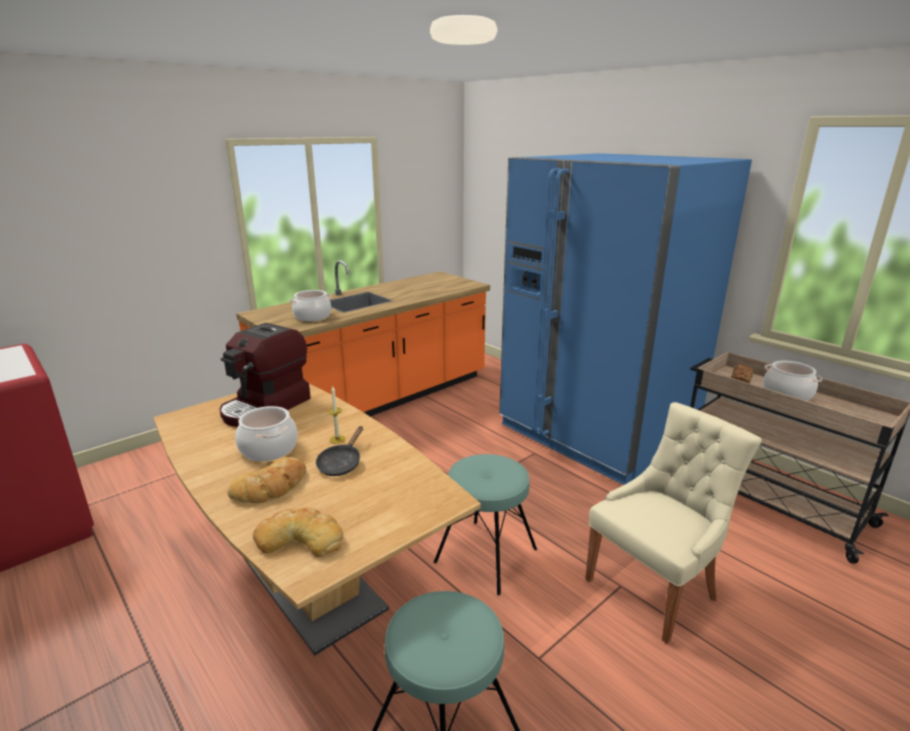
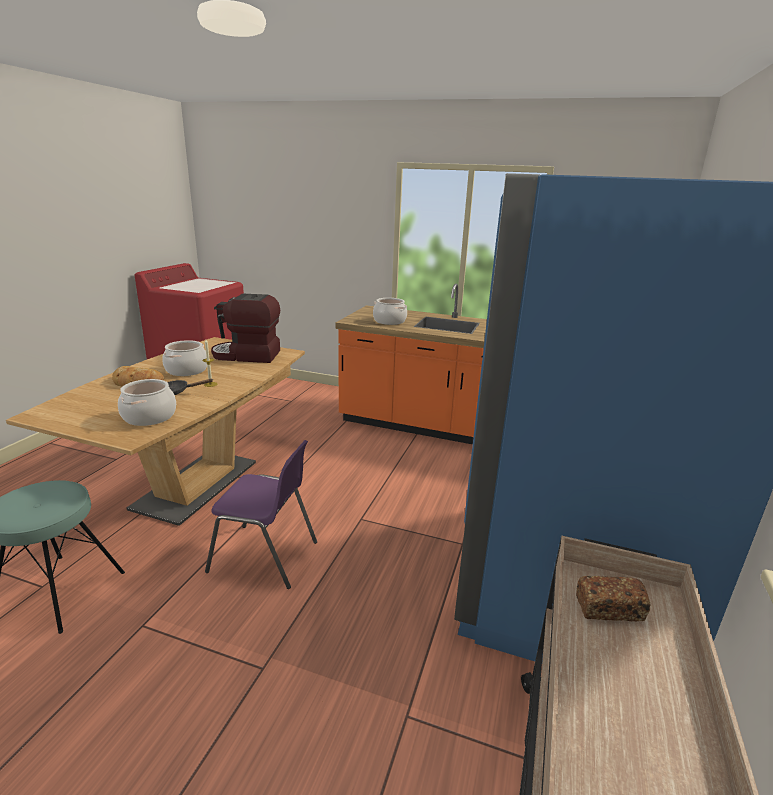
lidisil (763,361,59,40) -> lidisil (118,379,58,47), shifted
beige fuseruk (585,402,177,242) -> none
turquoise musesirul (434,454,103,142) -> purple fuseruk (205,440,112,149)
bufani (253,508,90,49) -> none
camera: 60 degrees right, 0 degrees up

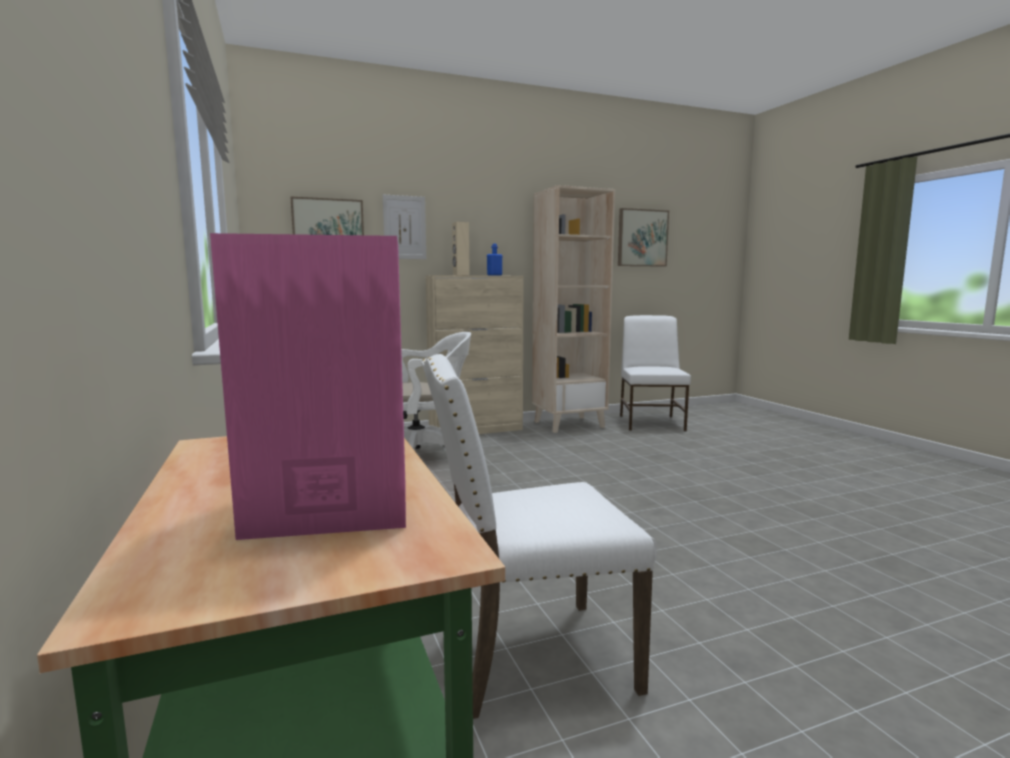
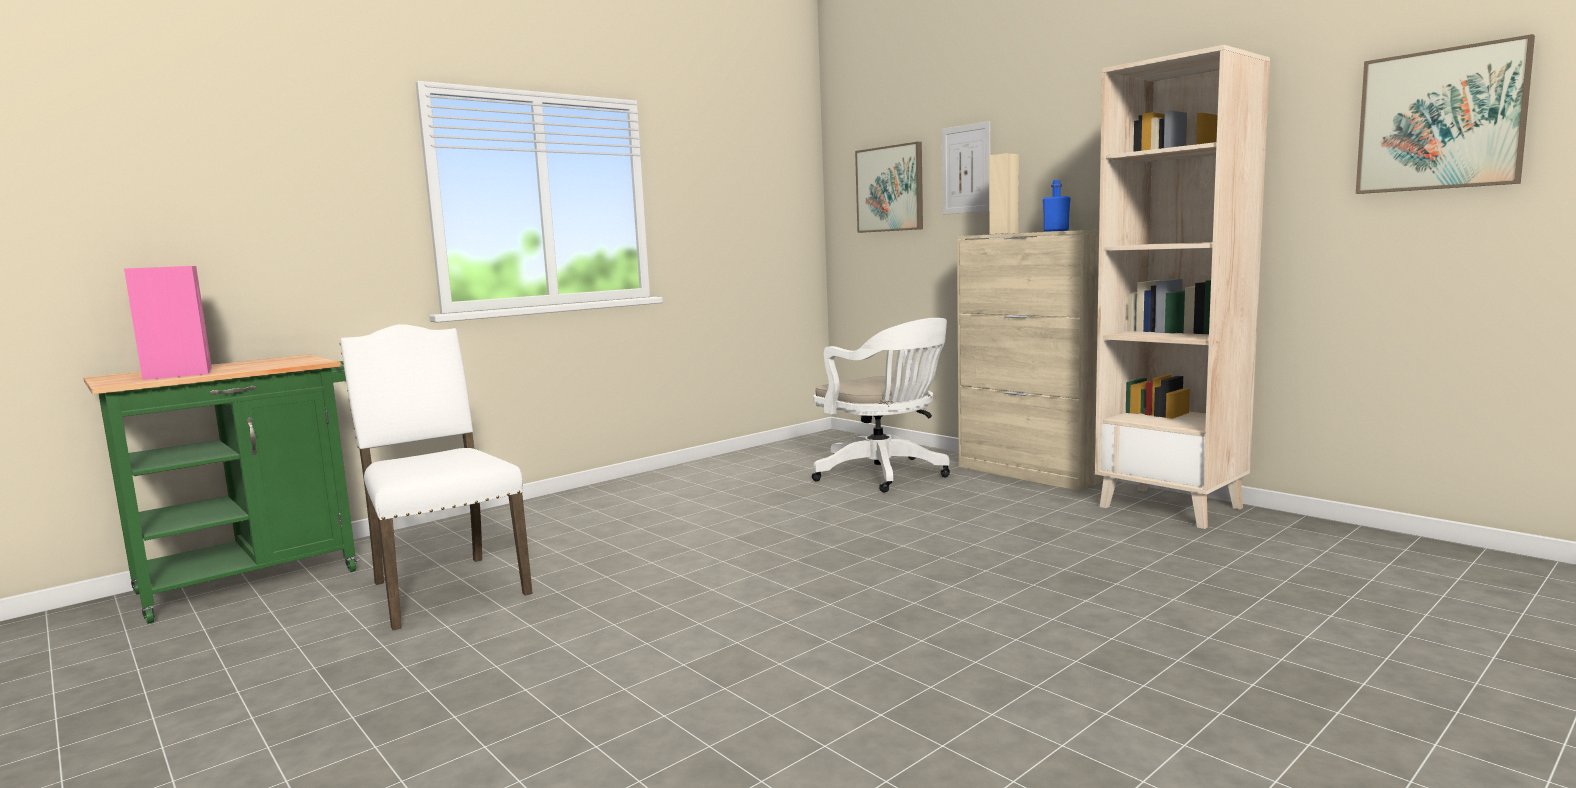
white fuseruk (620,315,71,116) -> none
camera: 70 degrees right, 0 degrees up

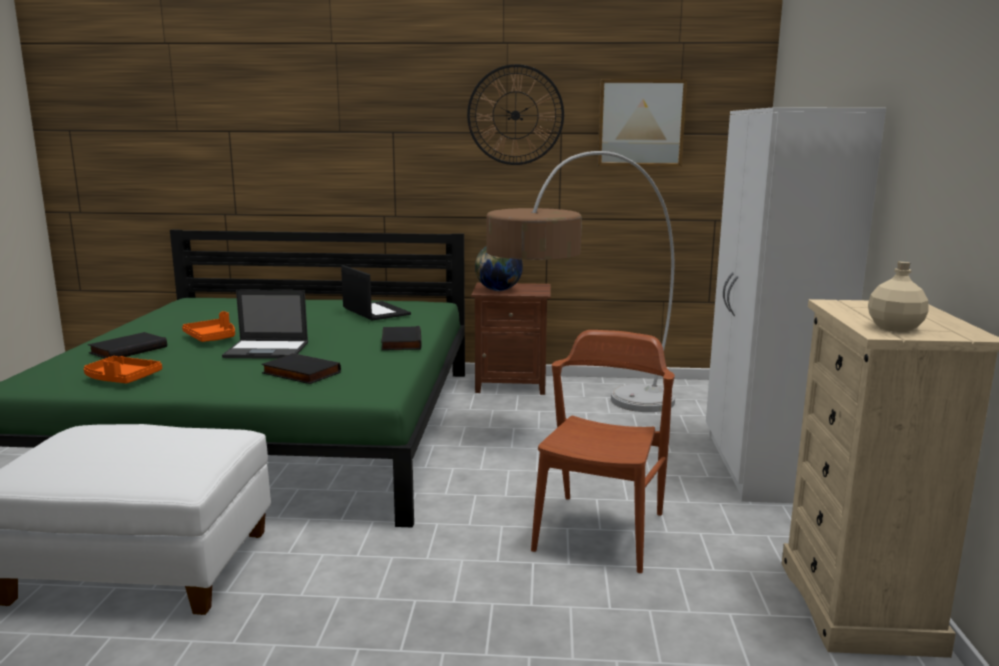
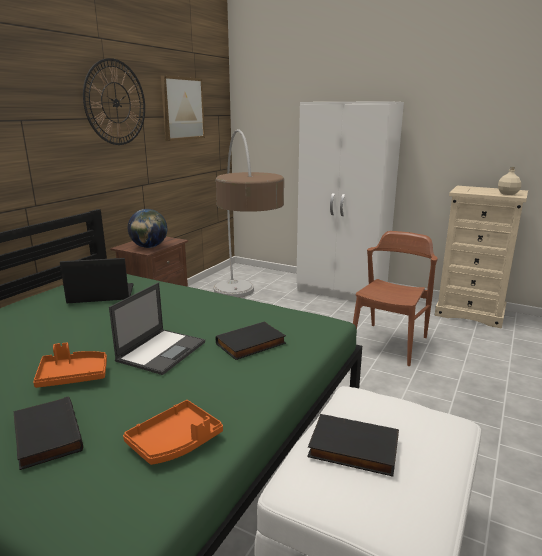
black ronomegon (381,326,41,24) -> black ronomegon (307,414,92,63), shifted
brown fuseruk (531,330,144,243) -> brown fuseruk (353,231,85,135), 75 degrees clockwise
camera: 65 degrees left, 5 degrees up

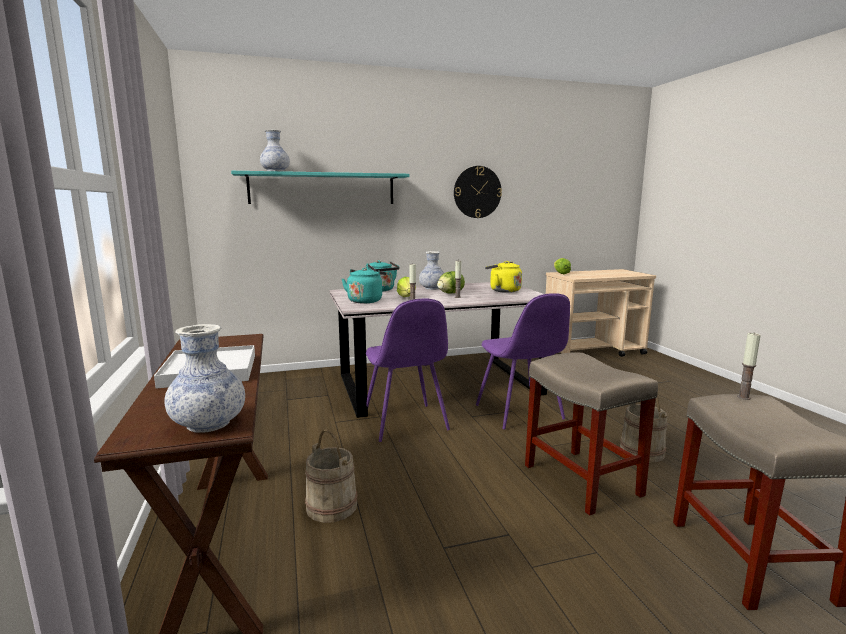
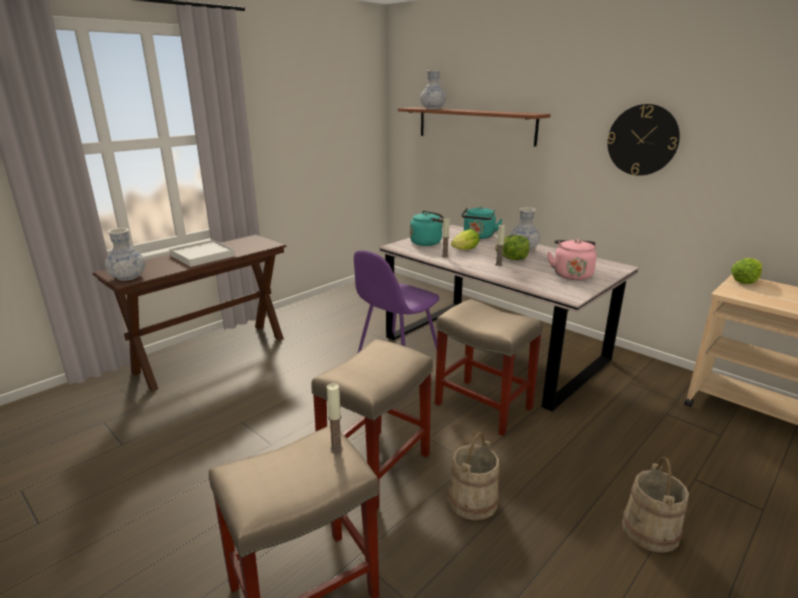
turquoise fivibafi (231,171,178,33) -> brown fivibafi (398,107,153,40)
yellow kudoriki (485,261,37,32) -> pink kudoriki (547,239,50,41)
purple fuseruk (476,293,94,136) -> beige musesirul (435,299,108,137)
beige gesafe (305,429,52,94) -> beige gesafe (622,457,67,96), shifted
camera: 60 degrees right, 10 degrees up

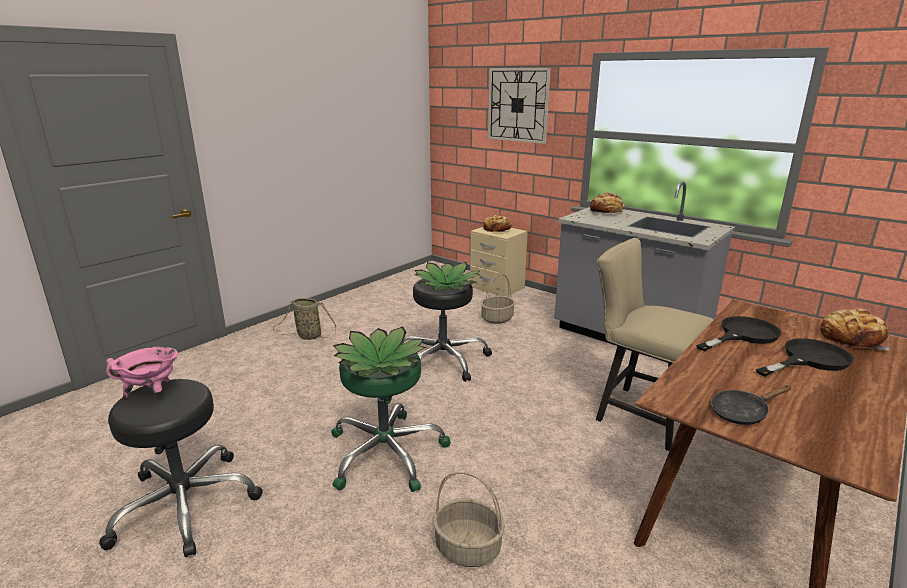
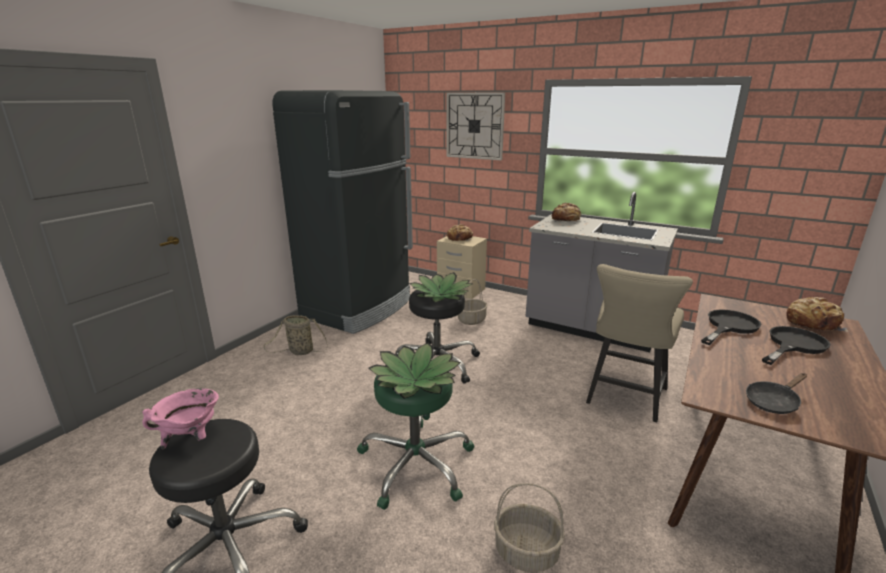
beige fuseruk (596,238,118,213) -> beige fuseruk (586,264,107,158), 90 degrees counterclockwise
none -> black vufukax (273,90,140,244)
camera: 10 degrees left, 0 degrees up

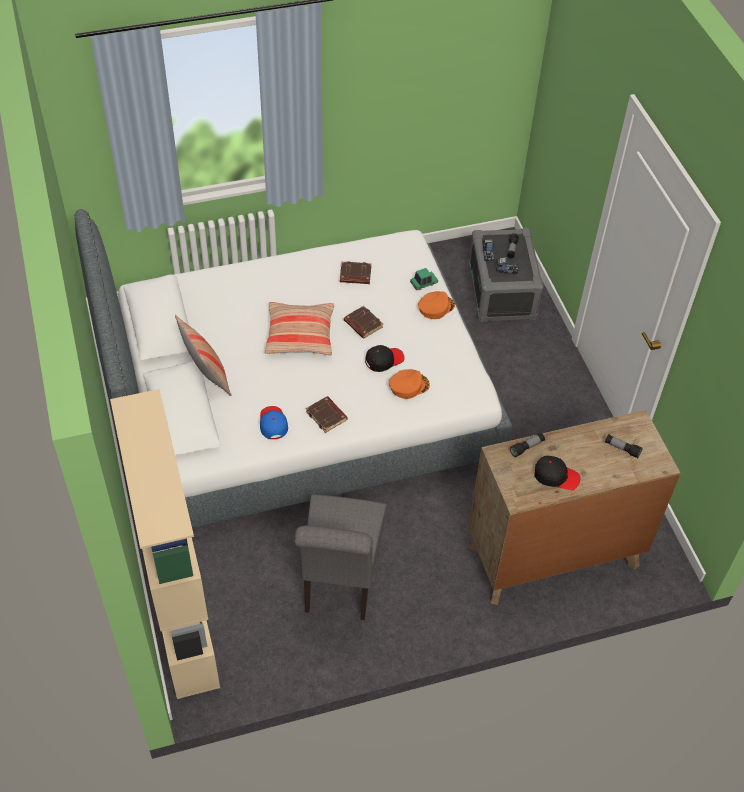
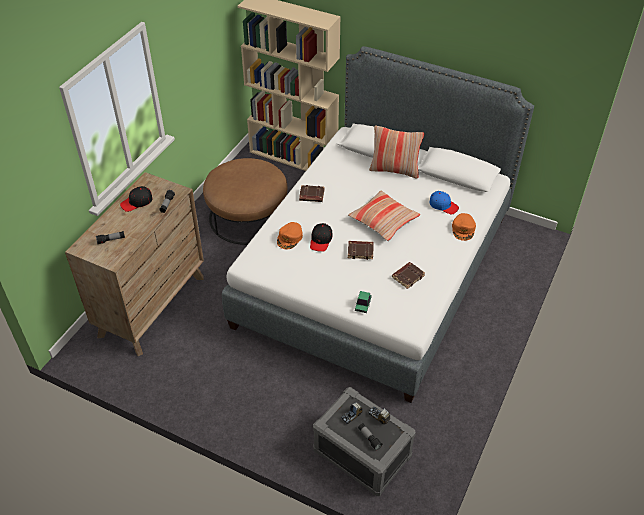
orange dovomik (418,291,37,28) -> orange dovomik (452,213,24,28), shifted
blue dovomik (260,406,28,33) -> blue dovomik (429,191,30,23), shifted
grey fuseruk (294,494,93,126) -> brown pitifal (203,158,84,87)
camera: 135 degrees right, 5 degrees down

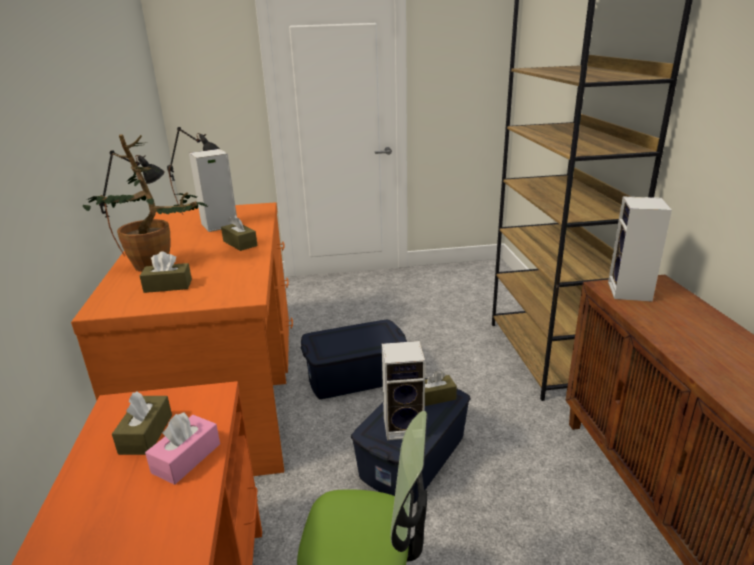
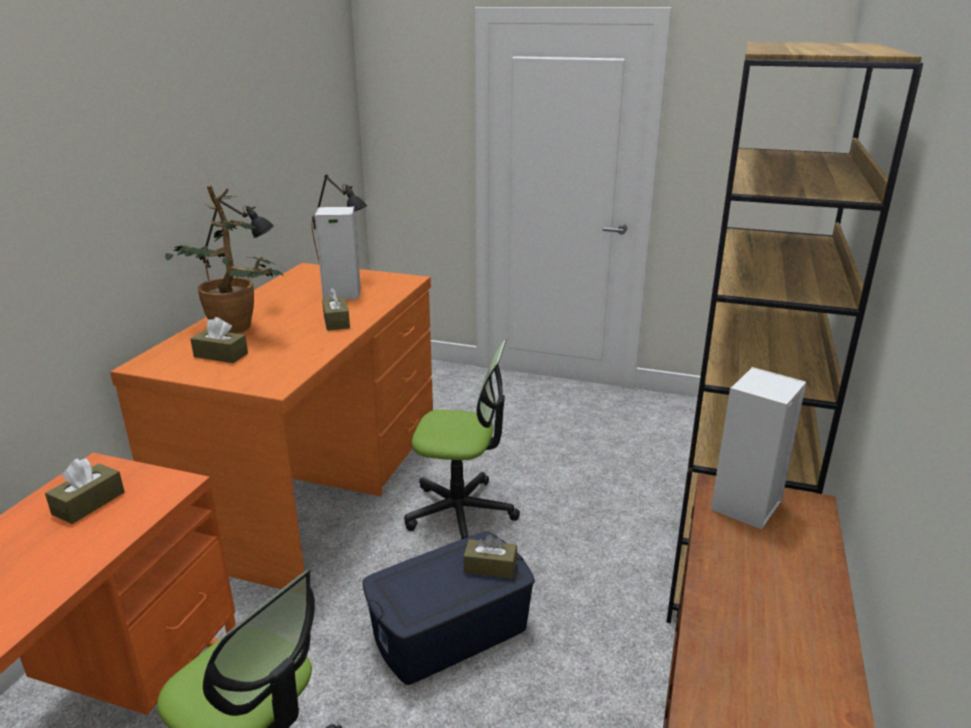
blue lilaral (301,320,106,79) -> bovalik (404,339,116,201)
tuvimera (382,341,43,99) -> none
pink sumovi (145,413,75,72) -> none
camera: 25 degrees right, 0 degrees up

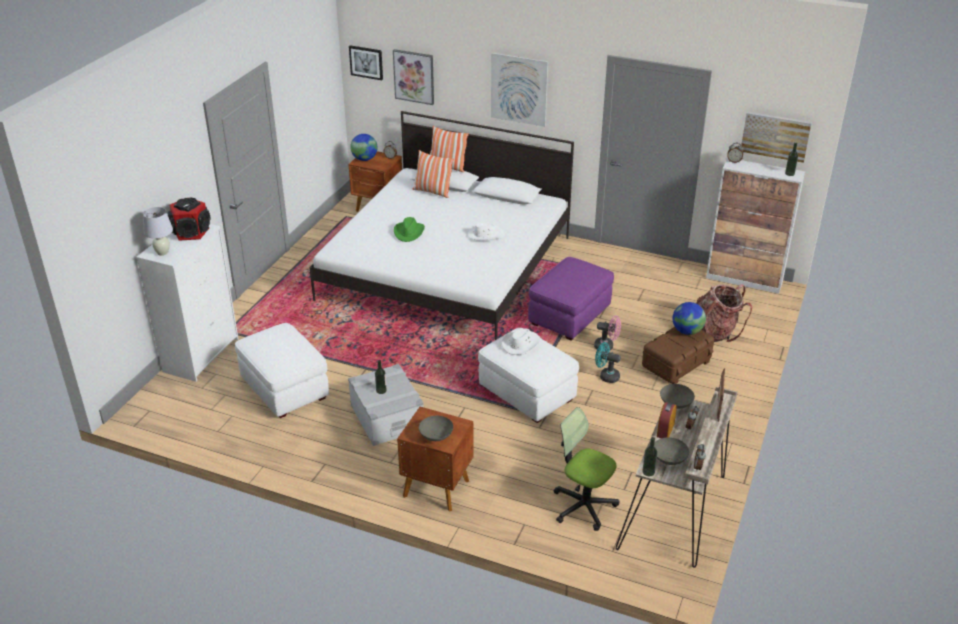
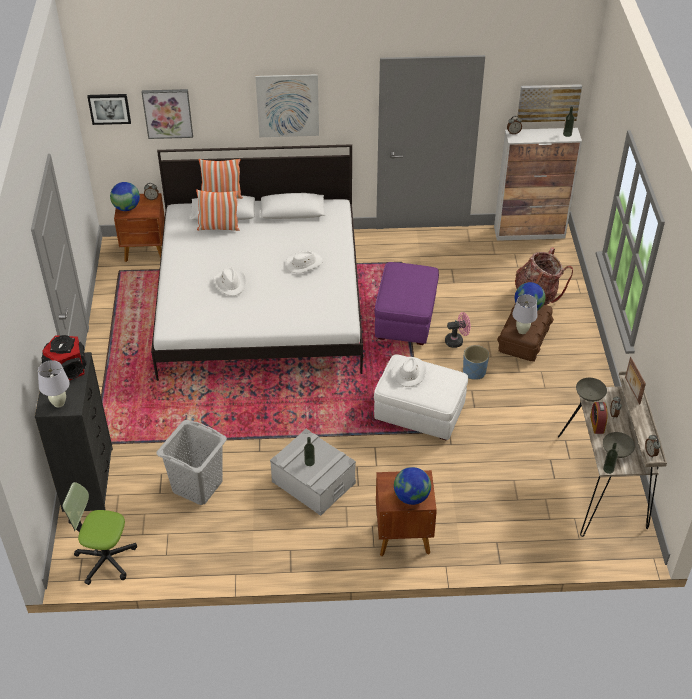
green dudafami (394,217,31,25) -> white dudafami (214,267,32,29)
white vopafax (136,224,103,158) -> black vopafax (35,352,78,160)
white pitifal (235,323,94,95) -> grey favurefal (156,420,71,85)
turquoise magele (595,342,26,41) -> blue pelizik (463,345,26,35)
bovalik (554,407,66,124) -> bovalik (62,482,75,103), shifted
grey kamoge (419,416,34,25) -> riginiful (394,467,37,38)
none -> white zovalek (512,294,26,40)
camera: 25 degrees left, 10 degrees up

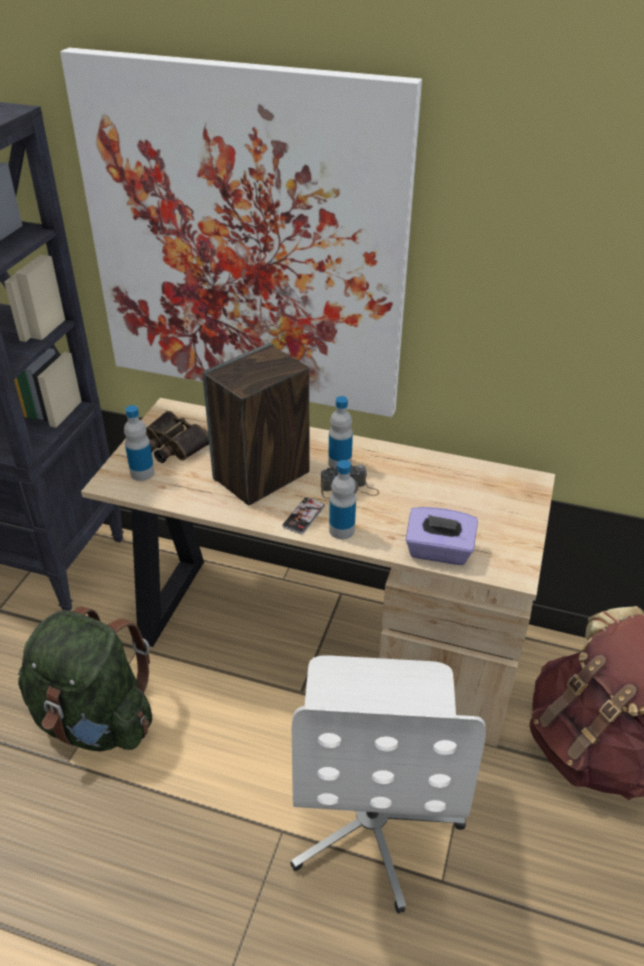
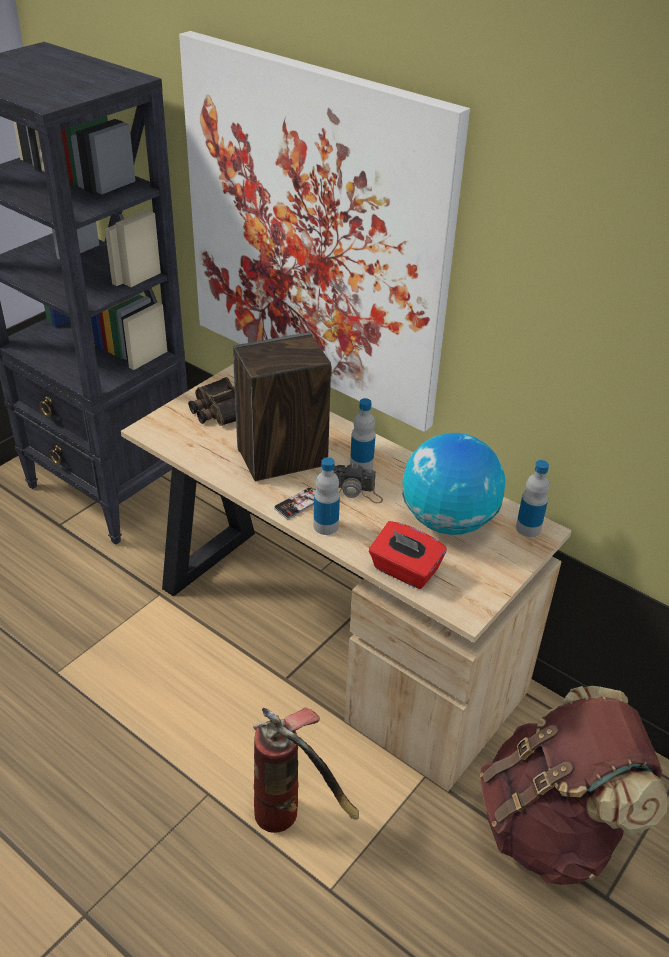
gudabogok (124,405,31,76) -> gudabogok (516,460,34,77), shifted
purple sumovi (406,507,72,58) -> red sumovi (369,521,78,68)
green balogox (18,607,134,144) -> none
white bovalik (290,655,196,258) -> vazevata (253,707,106,126)
none -> riginiful (402,433,103,102)
camera: 20 degrees right, 0 degrees up

